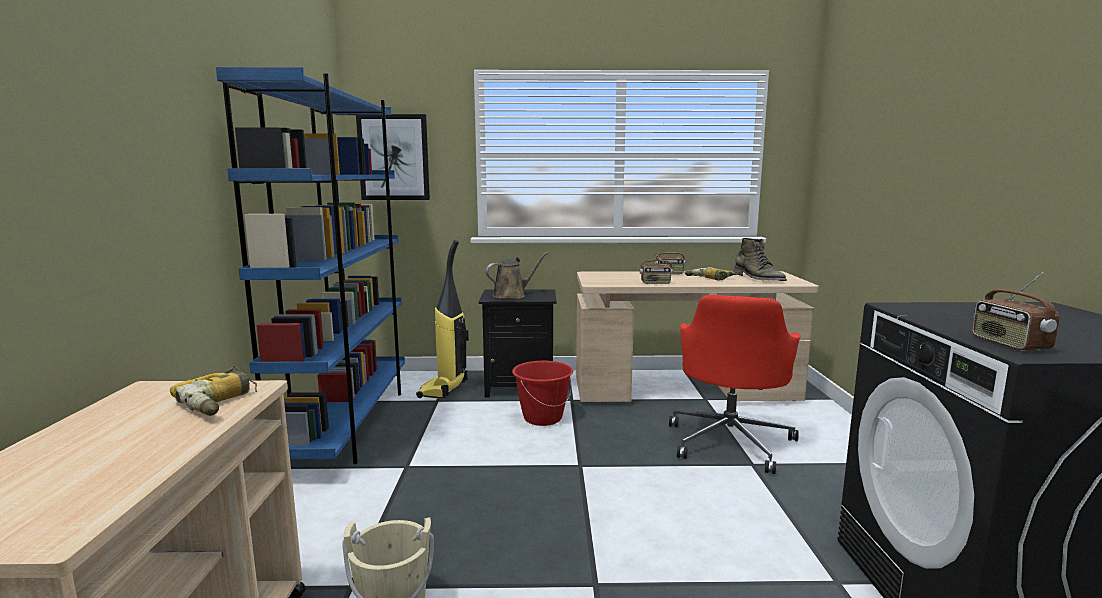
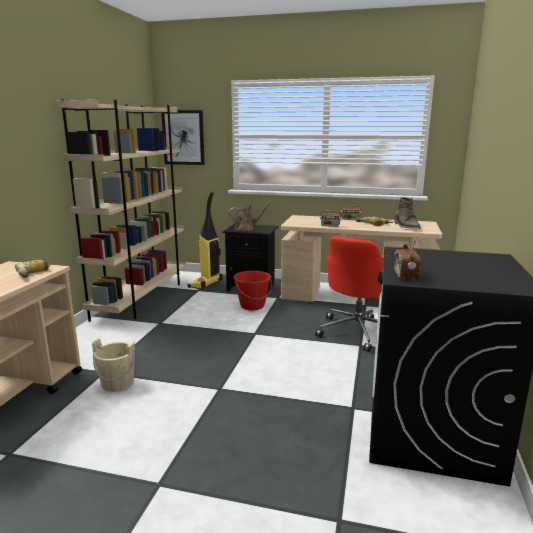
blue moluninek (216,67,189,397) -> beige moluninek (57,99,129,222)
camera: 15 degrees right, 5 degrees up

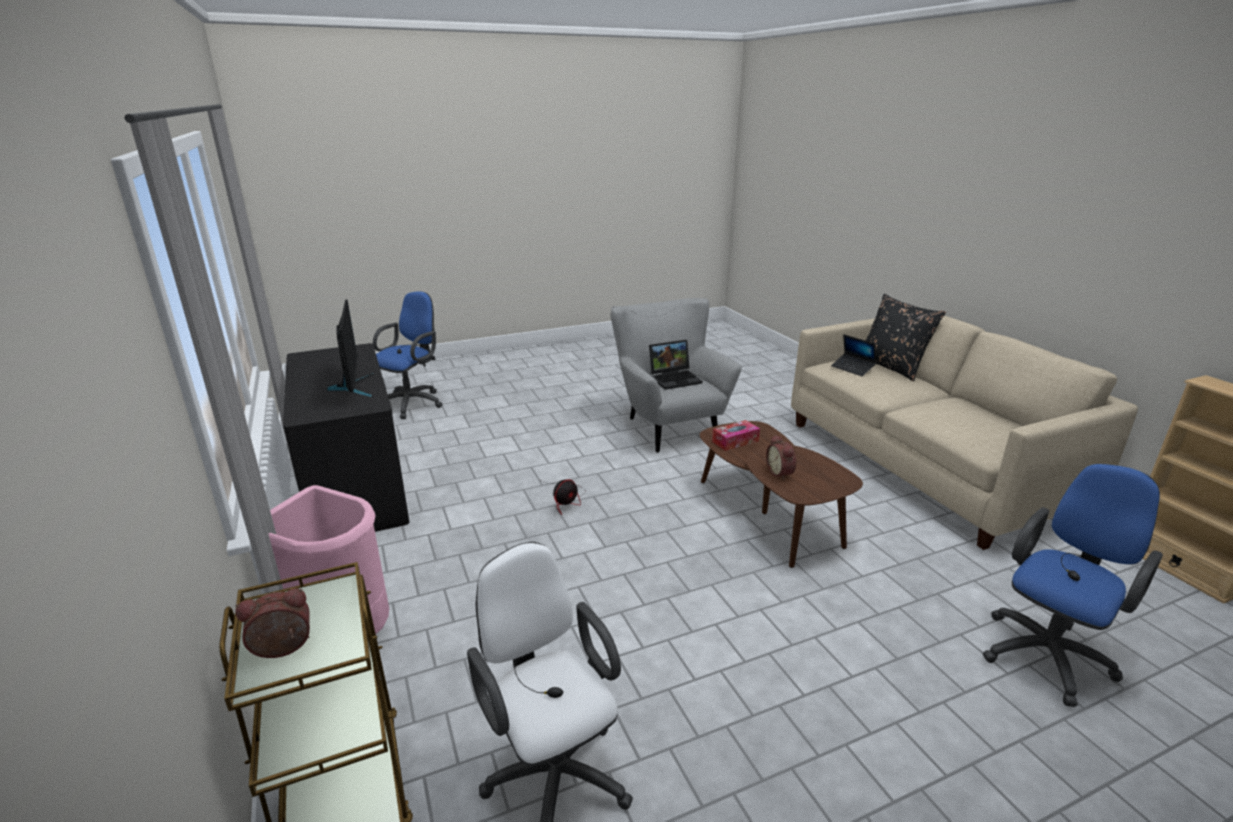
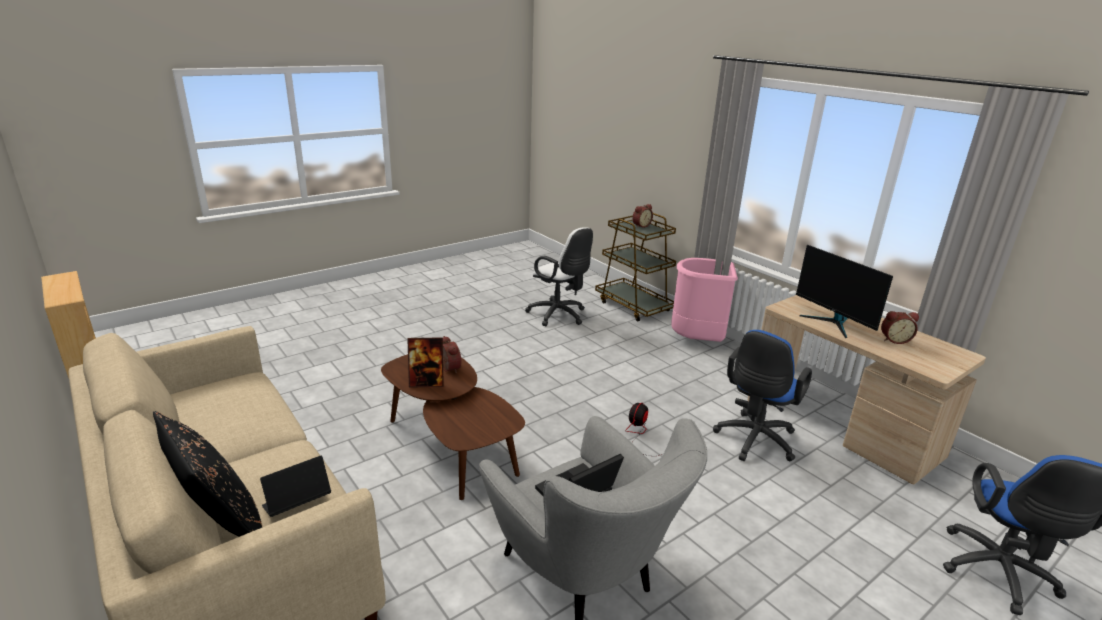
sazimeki (831,334,46,42) -> sazimeki (260,456,71,61), 75 degrees counterclockwise
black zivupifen (283,343,126,189) -> beige zivupifen (747,295,239,189)
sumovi (712,420,48,31) -> none
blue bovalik (983,464,180,243) -> blue bovalik (713,330,99,131), shifted
none -> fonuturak (881,311,38,33)
none -> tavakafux (407,337,37,51)
camera: 165 degrees right, 0 degrees up

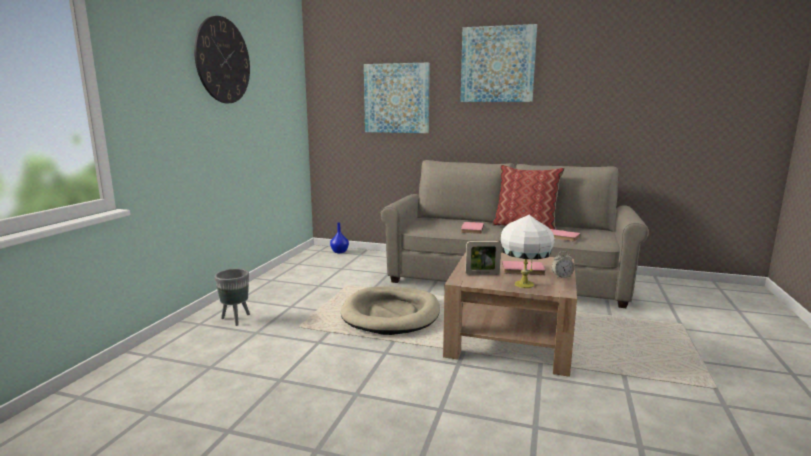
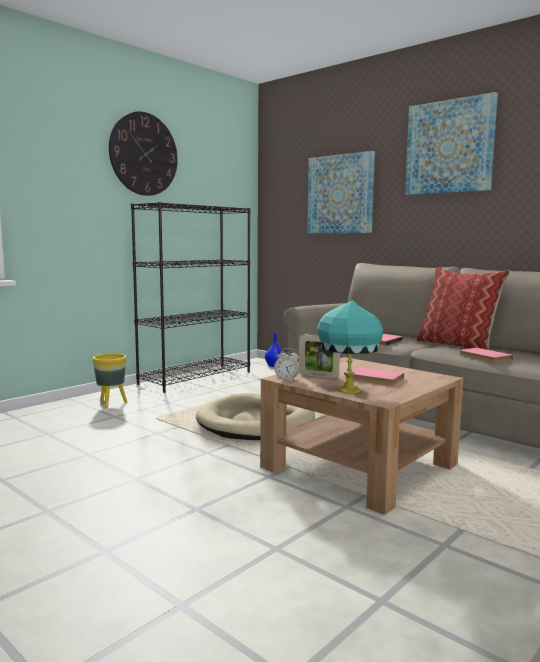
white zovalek (501,214,54,74) -> turquoise zovalek (318,300,65,93)
fonuturak (552,251,22,27) -> fonuturak (274,348,26,32), shifted
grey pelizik (215,269,35,57) -> yellow pelizik (93,353,34,56)
none -> black moluninek (131,202,119,191)
camera: 25 degrees right, 5 degrees down

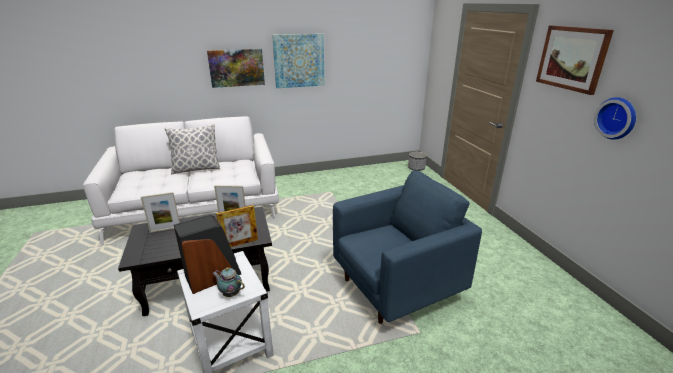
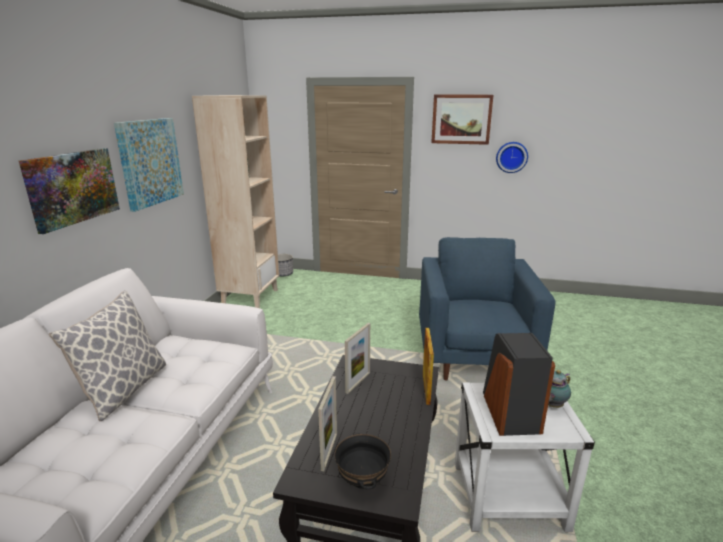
none -> beige moluninek (192,95,87,213)
none -> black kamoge (335,433,56,56)
camera: 60 degrees left, 5 degrees down

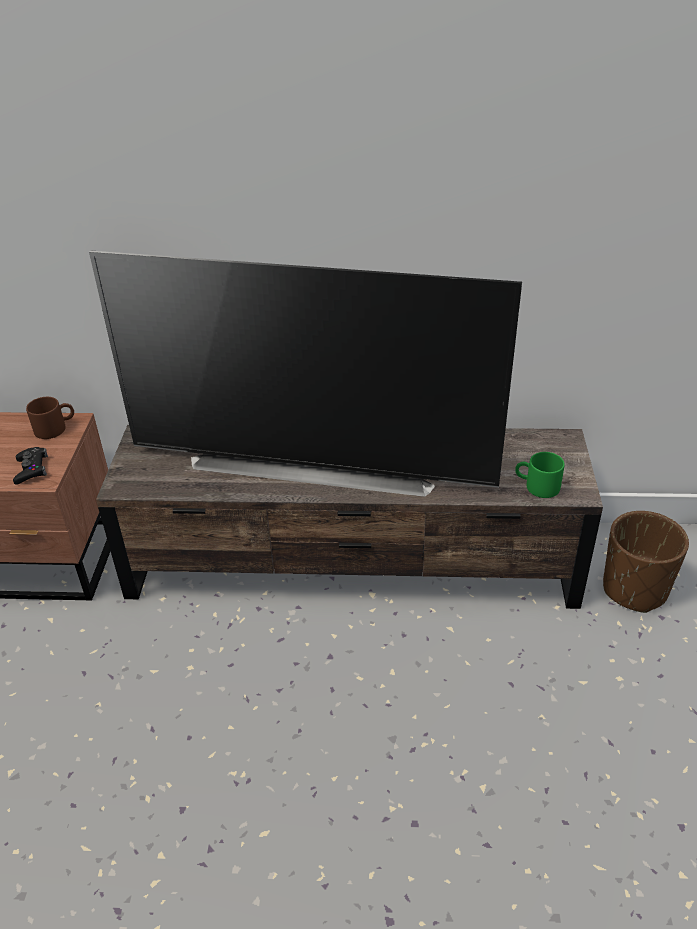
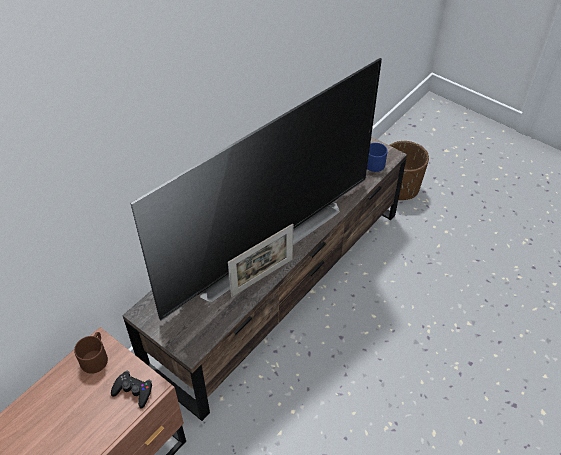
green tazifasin (515,452,50,46) -> blue tazifasin (367,143,21,29)
none -> tavakafux (228,224,65,73)
camera: 55 degrees left, 10 degrees up

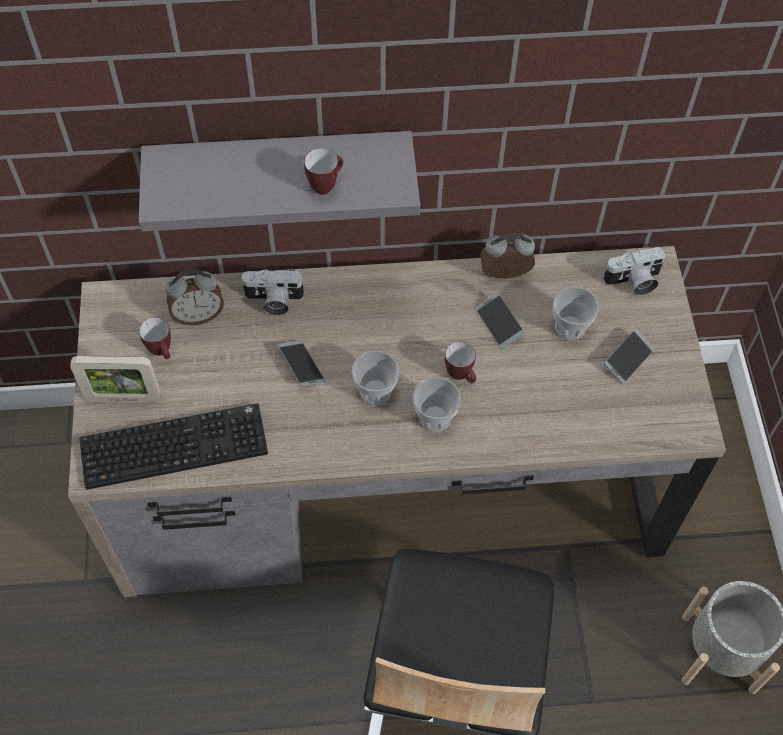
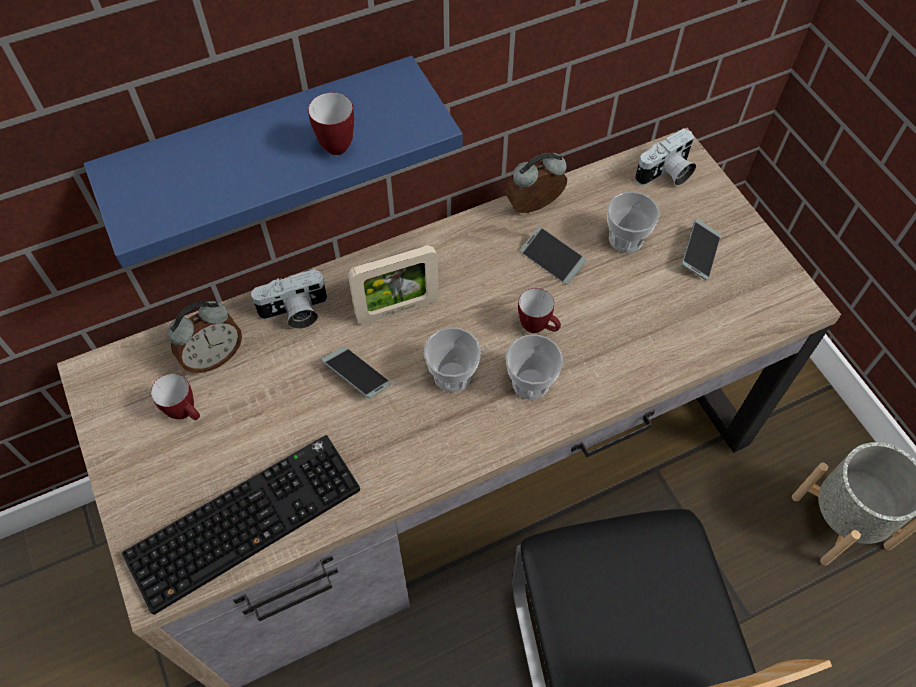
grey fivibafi (139,131,281,101) -> blue fivibafi (84,56,379,212)
tavakafux (70,356,91,47) -> tavakafux (348,245,91,79), shifted
camera: 20 degrees left, 0 degrees up

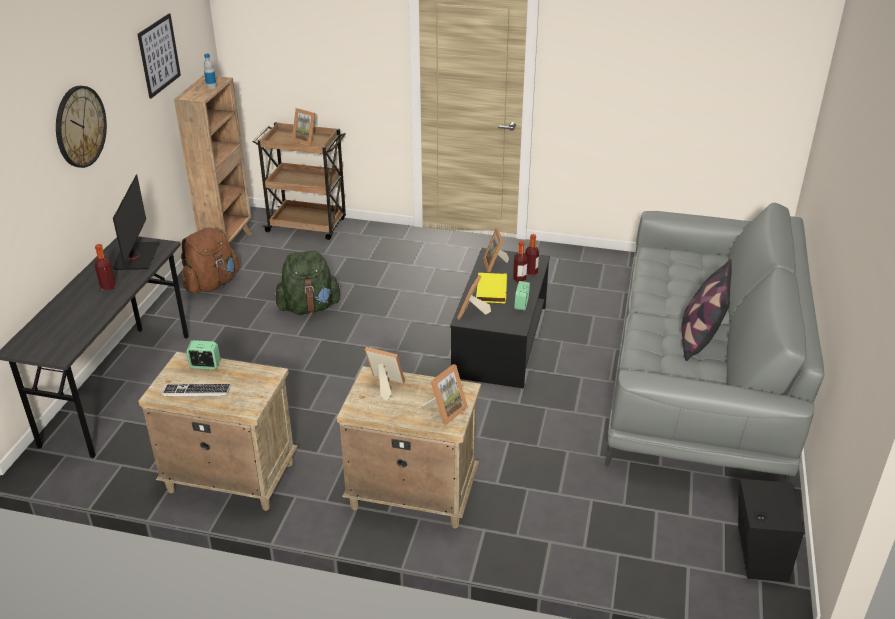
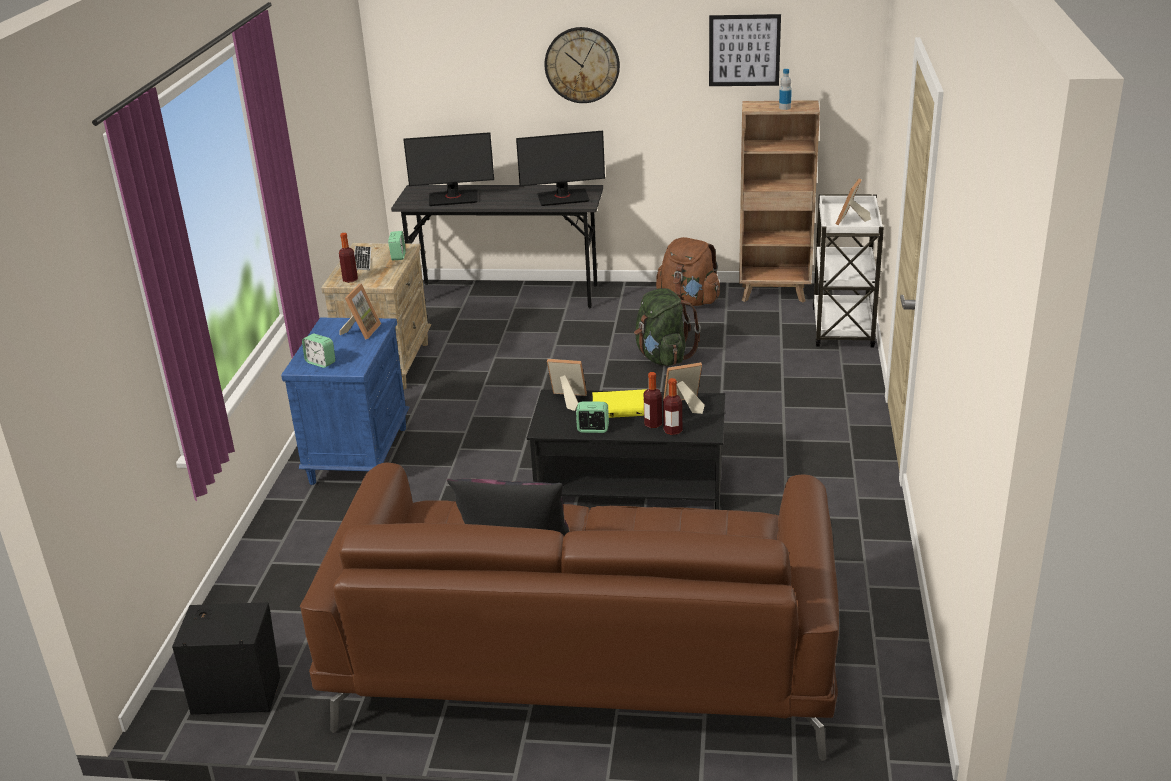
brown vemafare (253,122,93,118) -> white vemafare (812,194,72,154)
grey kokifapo (605,203,219,290) -> brown kokifapo (300,463,539,298)
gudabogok (95,244,21,46) -> gudabogok (339,233,19,50), shifted
tavakafux (422,364,46,61) -> fonuturak (302,334,33,34)
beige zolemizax (337,366,144,162) -> blue zolemizax (281,318,129,167)
none -> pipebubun (403,132,91,74)
camera: 85 degrees right, 5 degrees down

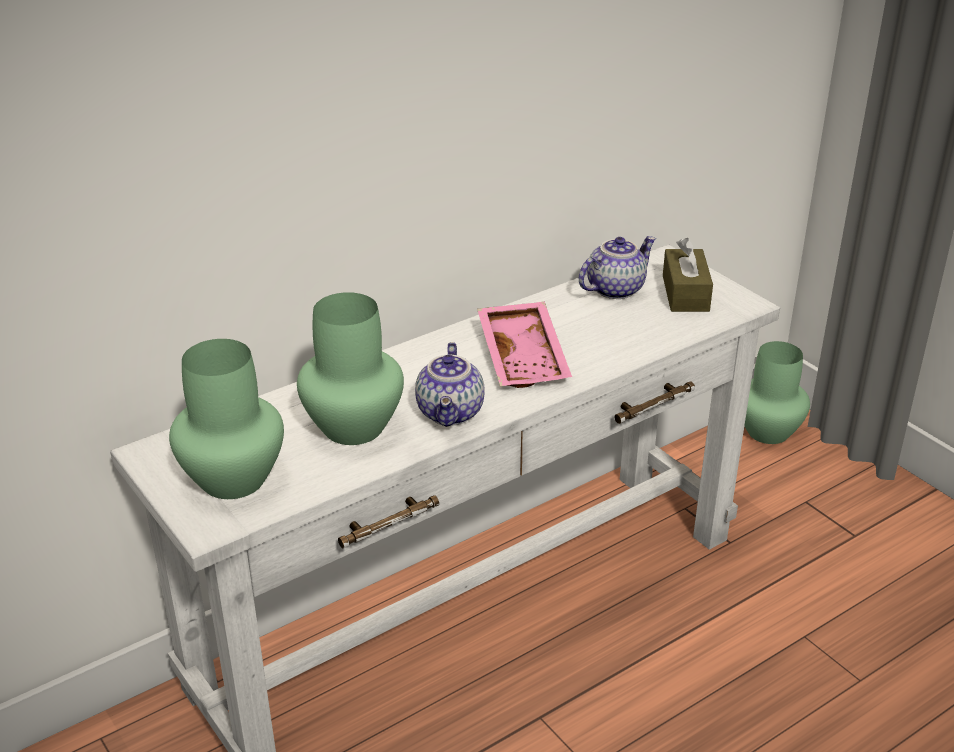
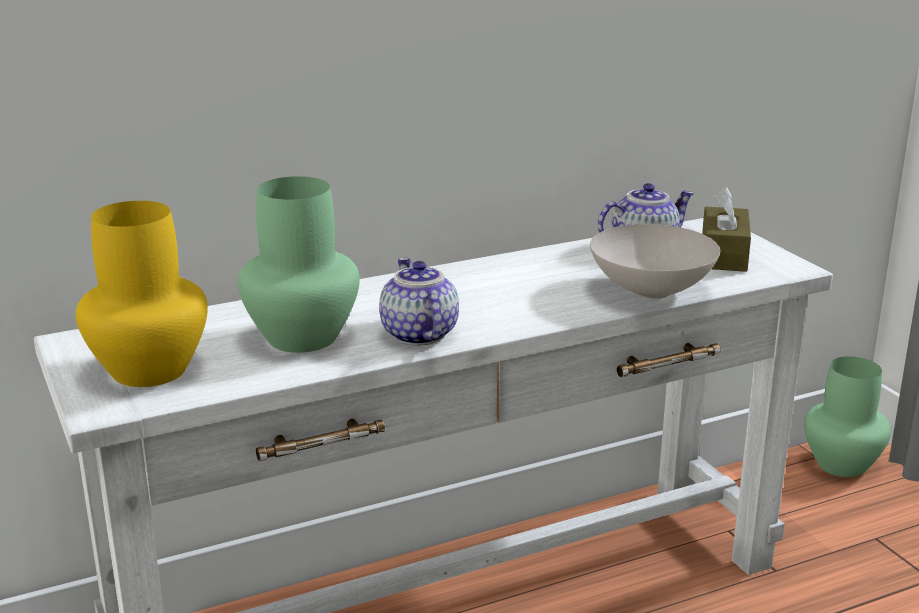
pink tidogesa (477,302,95,86) -> none
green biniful (169,339,115,160) -> yellow biniful (76,201,132,186)
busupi (415,342,69,85) -> busupi (379,258,80,88), 150 degrees clockwise
none -> white kamoge (590,224,130,75)
camera: 10 degrees right, 10 degrees down

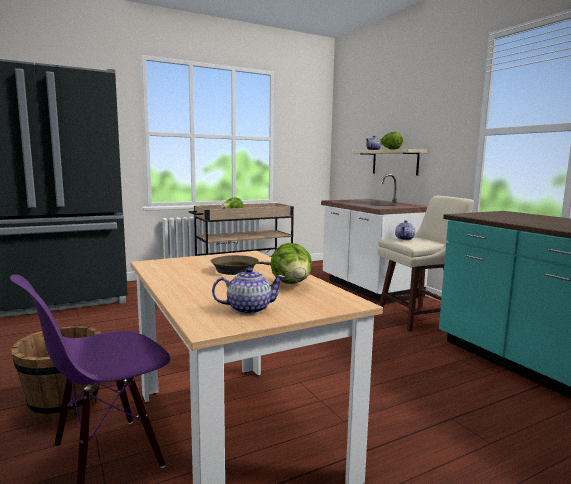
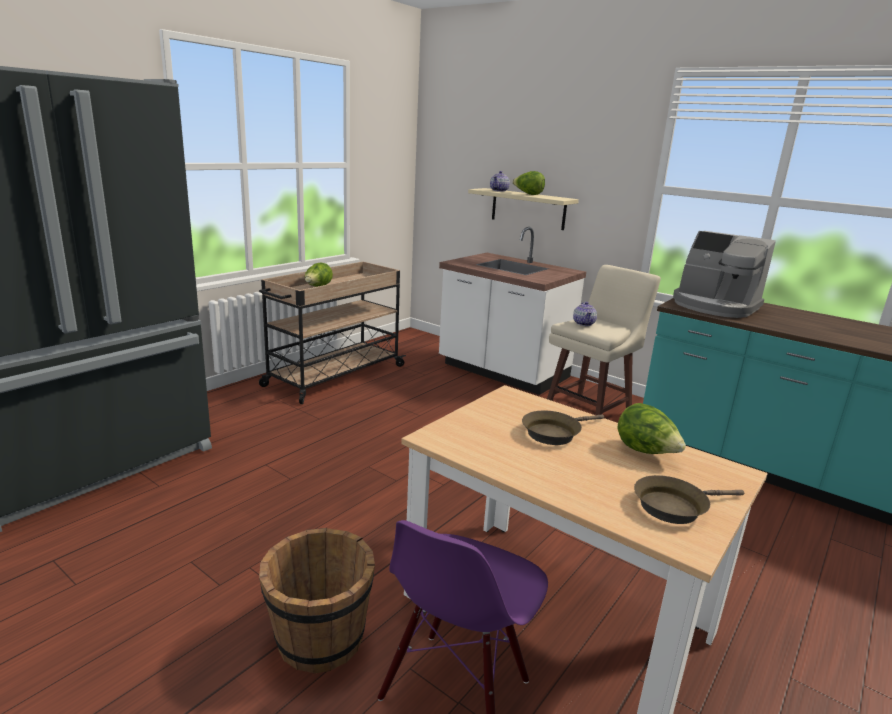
busupi (212,267,73,47) -> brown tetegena (634,475,110,49)
none -> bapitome (673,231,103,87)
camera: 25 degrees left, 10 degrees up

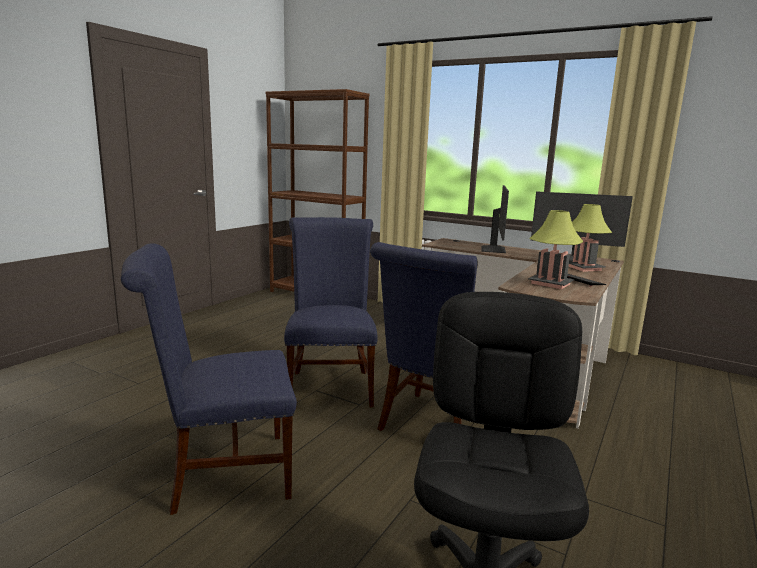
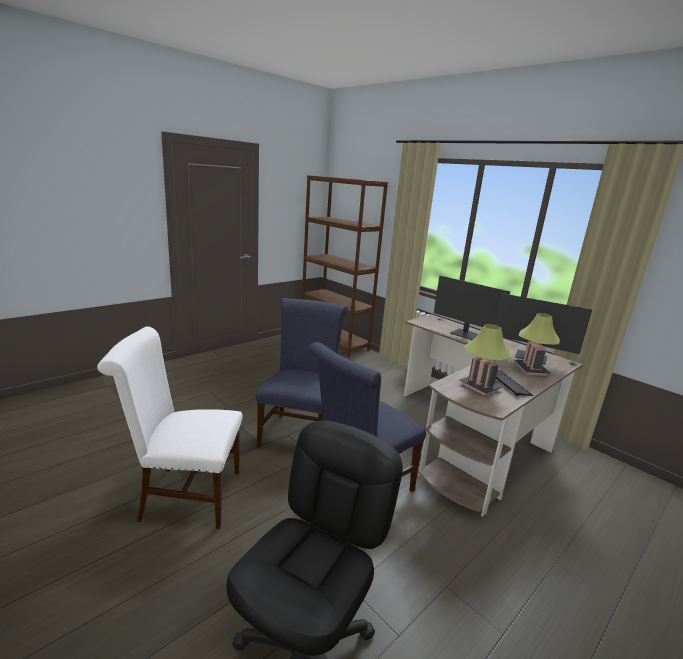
pipebubun (481,185,28,68) -> pipebubun (434,276,76,64), 105 degrees clockwise
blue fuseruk (121,243,176,272) -> white fuseruk (97,327,146,202)
camera: 15 degrees right, 5 degrees up

